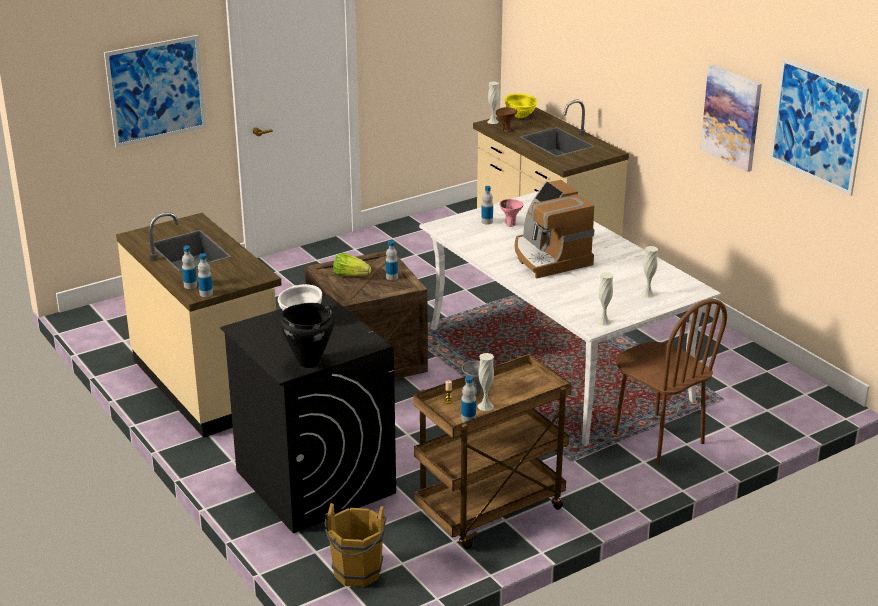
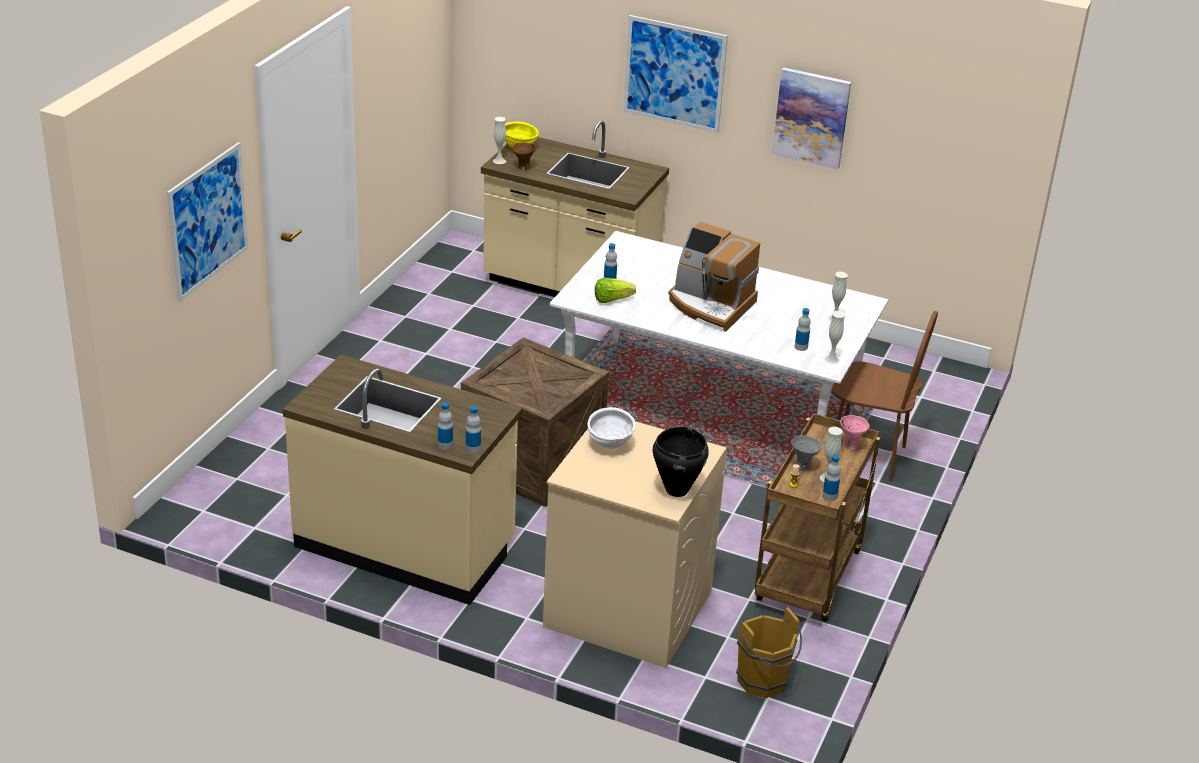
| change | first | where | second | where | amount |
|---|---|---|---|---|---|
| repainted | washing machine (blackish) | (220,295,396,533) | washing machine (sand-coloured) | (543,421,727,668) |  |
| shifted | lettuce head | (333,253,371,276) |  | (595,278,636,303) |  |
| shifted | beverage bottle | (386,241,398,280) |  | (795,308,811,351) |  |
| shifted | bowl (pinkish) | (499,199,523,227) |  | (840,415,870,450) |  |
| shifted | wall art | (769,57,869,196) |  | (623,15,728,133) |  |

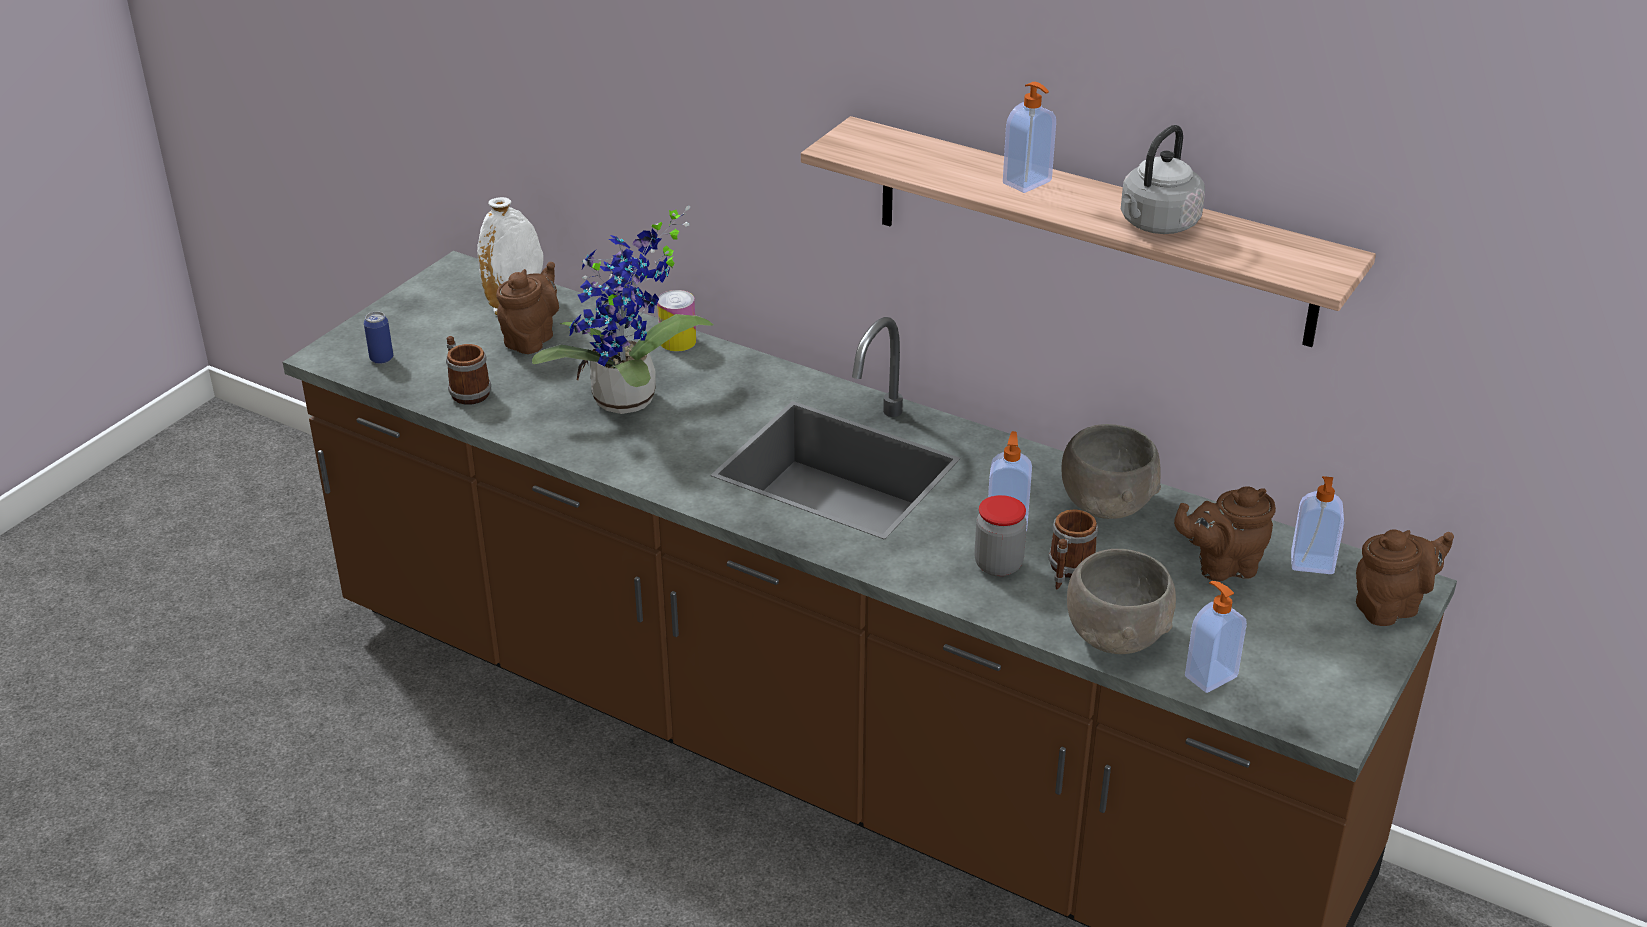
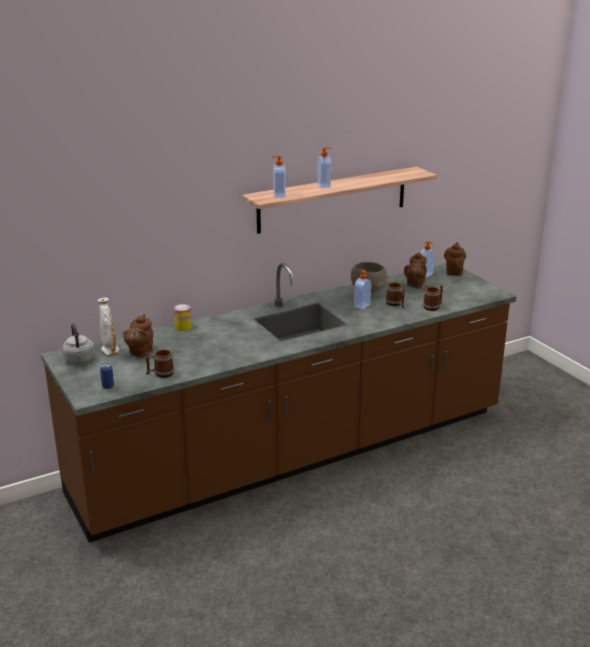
| change | first | where | second | where | amount |
|---|---|---|---|---|---|
| rotated | pot for tea (brownish) | (496,262,559,354) |  | (123,314,153,358) | 120 degrees counterclockwise |
| gone | plant in a pot | (532,205,713,414) |  |  |  |
| gone | storage jar | (974,495,1027,576) |  |  |  |
| swapped | bowl (gray) | (1067,549,1176,654) | mug | (423,285,443,311) |  |
| shifted | kettle (gray) | (1121,125,1205,234) |  | (62,323,95,365) |  |
| shifted | soap dispenser | (1185,581,1247,693) |  | (272,156,286,198) |  |

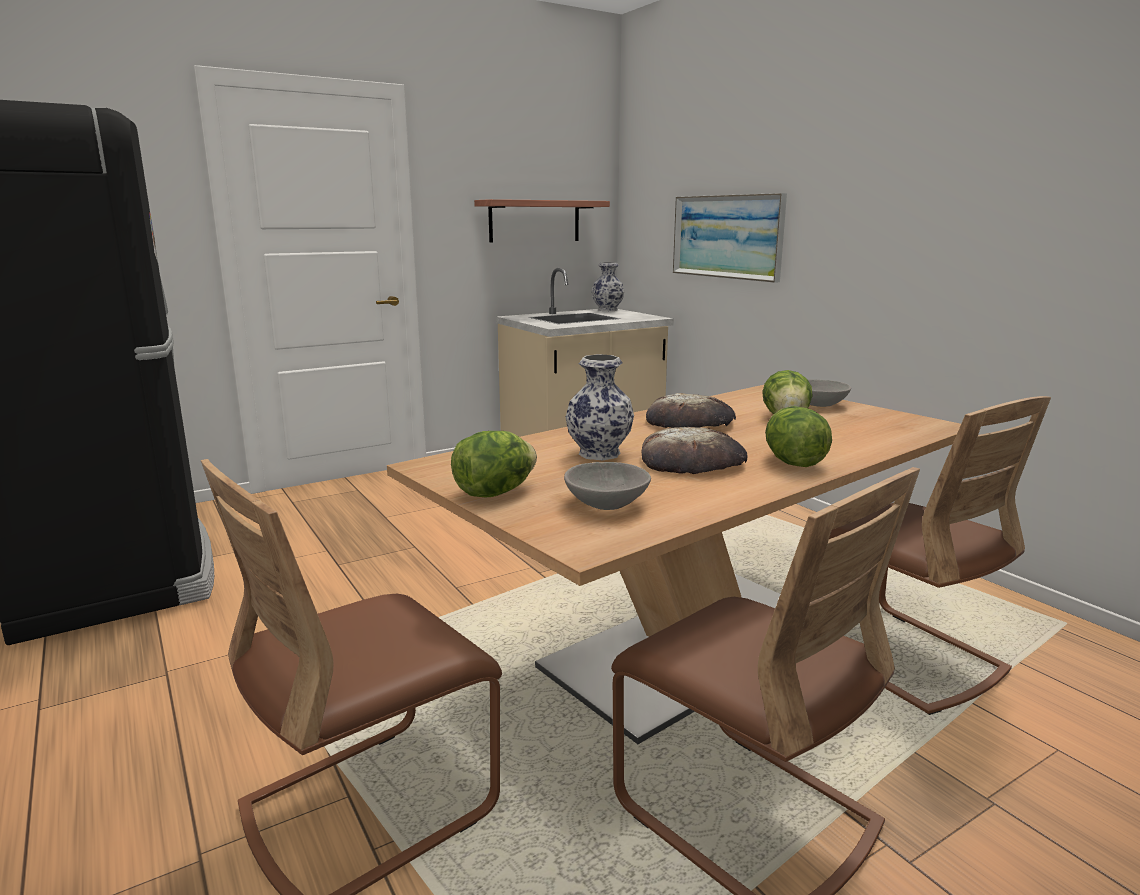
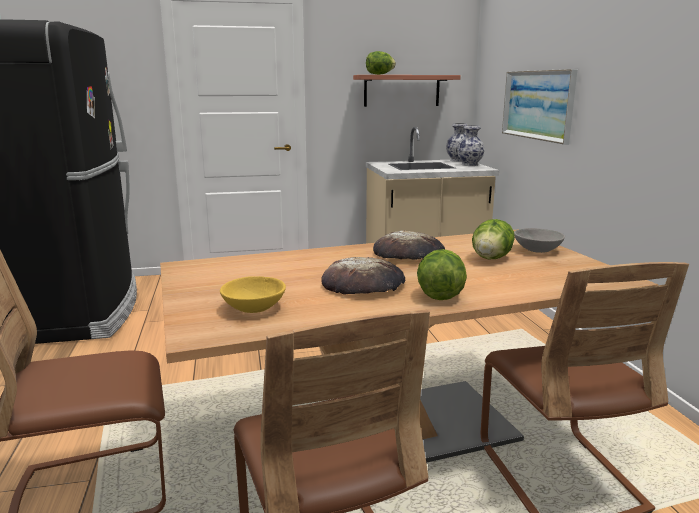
| change | first | where | second | where | amount |
|---|---|---|---|---|---|
| shifted | lettuce head | (451,431,537,497) |  | (366,51,396,75) |  |
| repainted | bowl (gray) | (564,462,651,510) | bowl (yellowish) | (220,276,286,313) |  |
| shifted | flower vase | (565,354,634,460) |  | (457,125,485,166) |  |

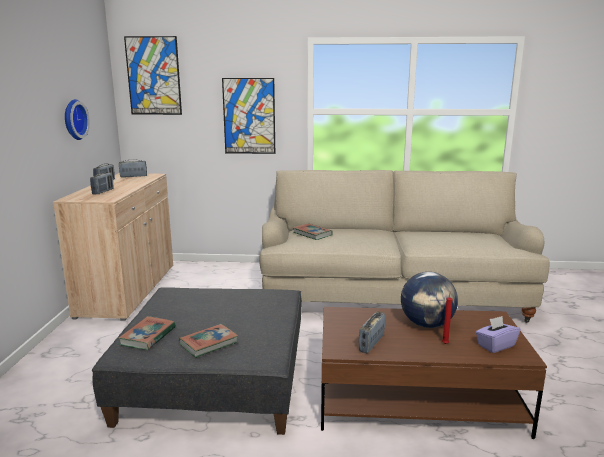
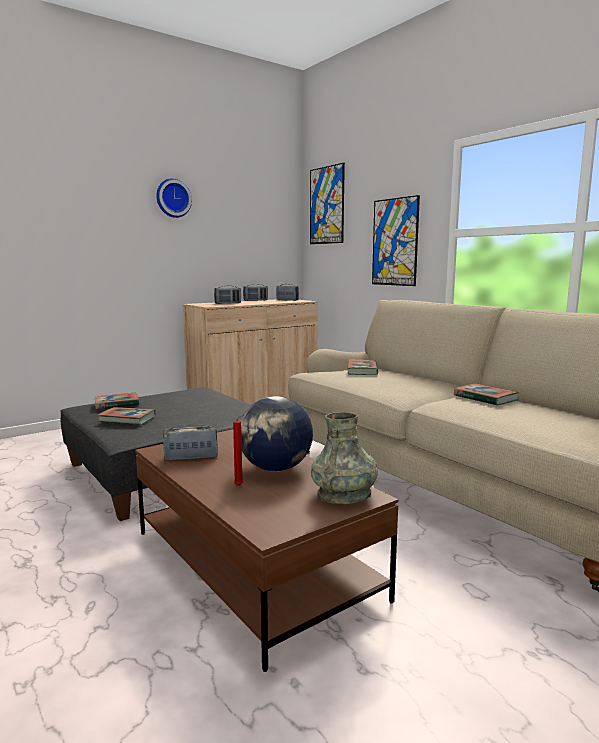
| change | first | where | second | where | amount |
|---|---|---|---|---|---|
| shifted | hanging clock | (65,99,90,140) |  | (156,178,192,218) |  |
| gone | tissue holder (purplish) | (475,316,521,353) |  |  |  |
| new |  |  | flower vase (gray) | (311,412,378,504) |  |
| new |  |  | book | (454,384,519,406) |  |

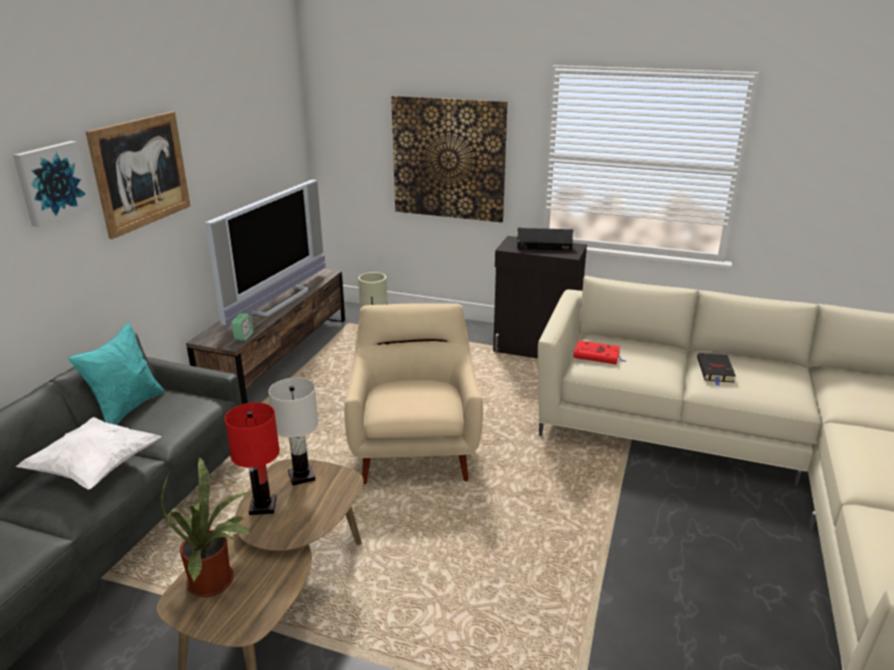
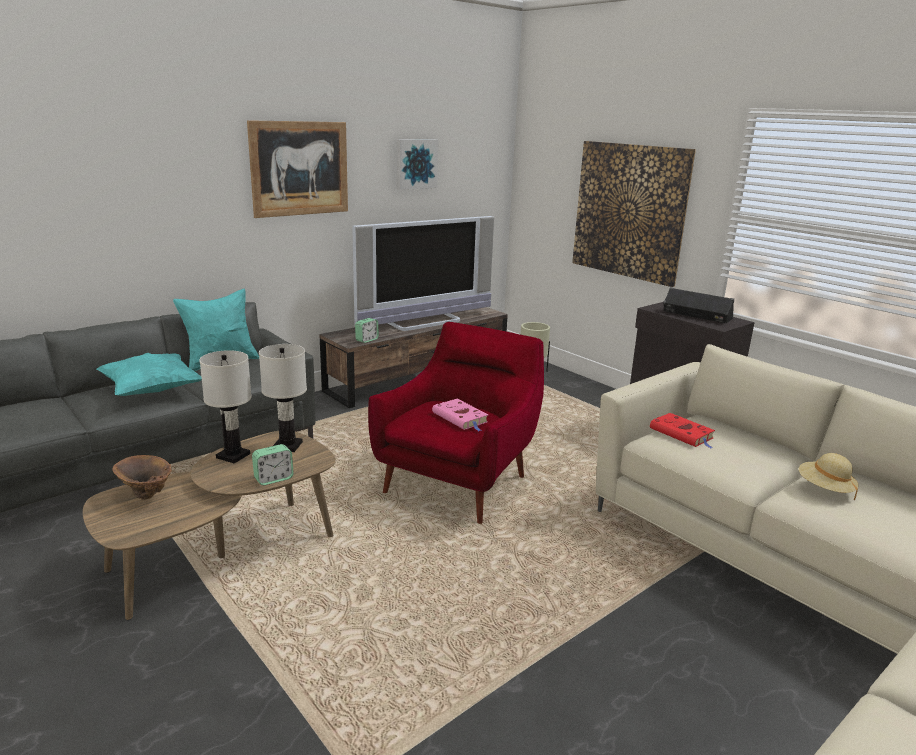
| change | first | where | second | where | amount |
|---|---|---|---|---|---|
| shifted | wall art | (13,141,92,227) |  | (396,139,438,190) |  |
| repainted | throw pillow (whitish) | (16,417,161,489) | throw pillow (turquoise-coloured) | (97,353,202,396) |  |
| swapped | plant in a pot | (161,456,251,597) | flower vase (brownish) | (112,455,172,500) |  |
| repainted | table lamp (red-coloured) | (225,402,280,515) | table lamp (whitish) | (199,350,252,464) |  |
| repainted | lounge chair (sand-coloured) | (344,303,483,485) | lounge chair (red-coloured) | (368,322,544,524) |  |
| swapped | book (blackish) | (697,353,736,386) | hat (sand-coloured) | (799,453,859,500) |  |
| new |  |  | alarm clock | (252,444,294,485) |  |
| new |  |  | book (pinkish) | (432,399,488,431) |  |

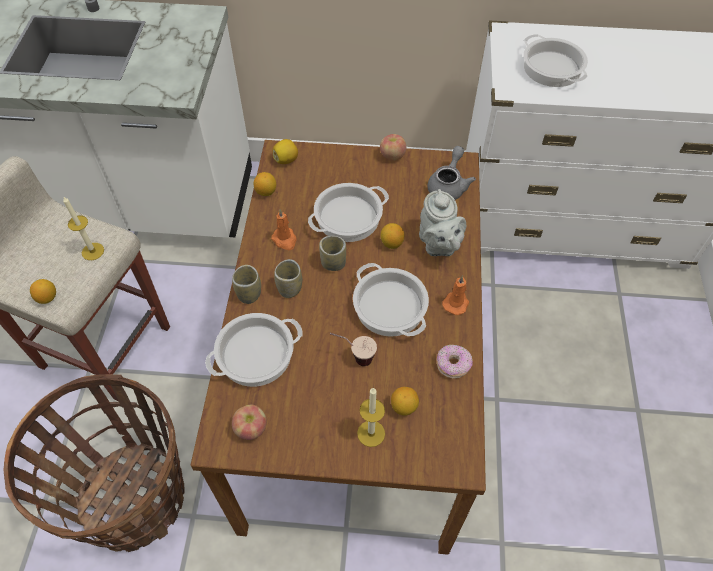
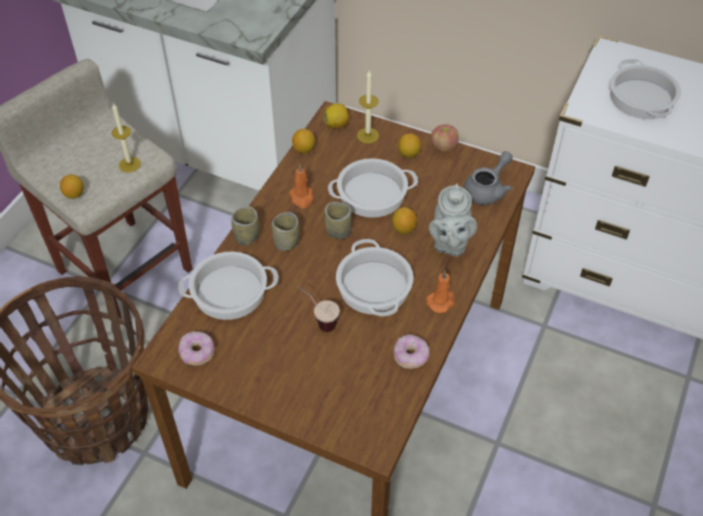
| change | first | where | second | where | amount |
|---|---|---|---|---|---|
| swapped | whole apple | (232,405,267,440) | ring doughnut | (178,331,215,366) |  |
| shifted | candle | (357,387,385,447) |  | (357,70,379,144) |  |
| shifted | whole lemon | (391,387,419,416) |  | (398,133,421,158) |  |

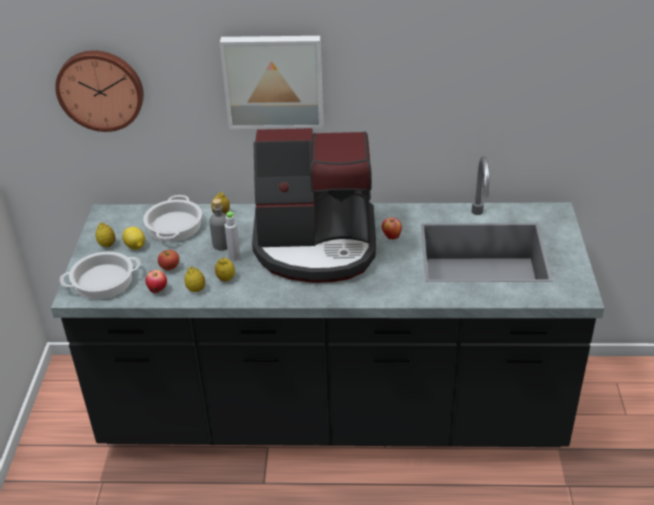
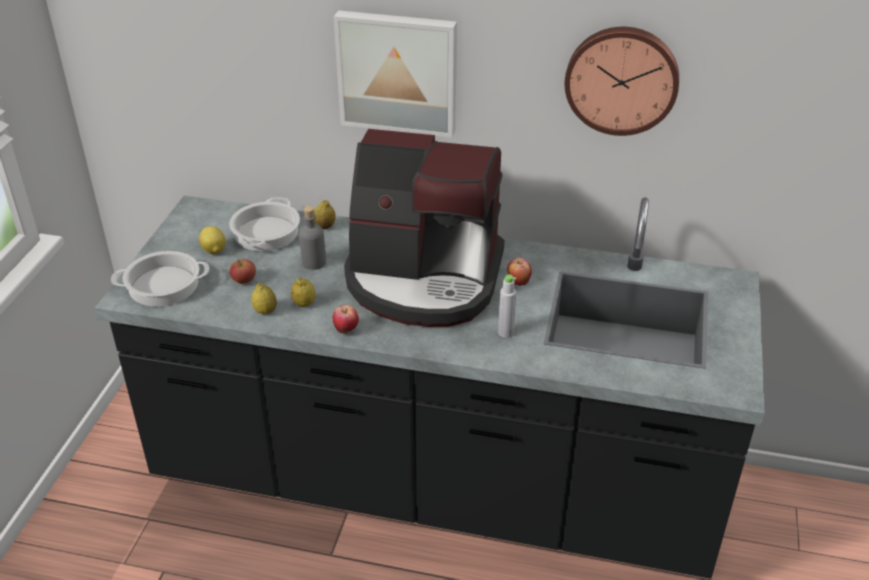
| change | first | where | second | where | amount |
|---|---|---|---|---|---|
| shifted | hanging clock | (55,50,144,132) |  | (565,27,679,136) |  |
| gone | whole lemon | (96,223,116,247) |  |  |  |
| shifted | whole apple | (145,270,167,293) |  | (333,305,359,334) |  |
| shifted | beverage bottle (gray) | (225,212,240,261) |  | (498,275,516,338) |  |

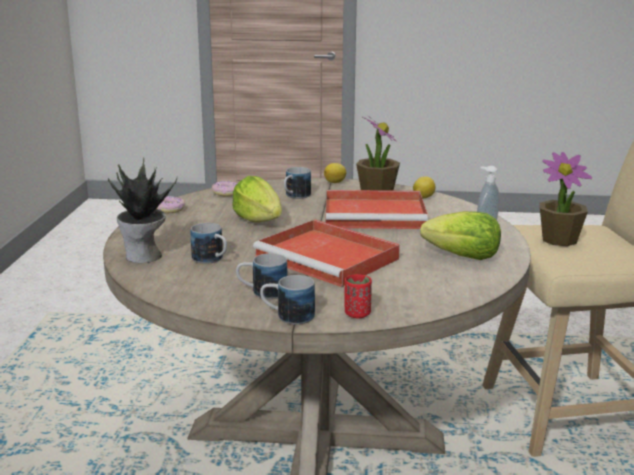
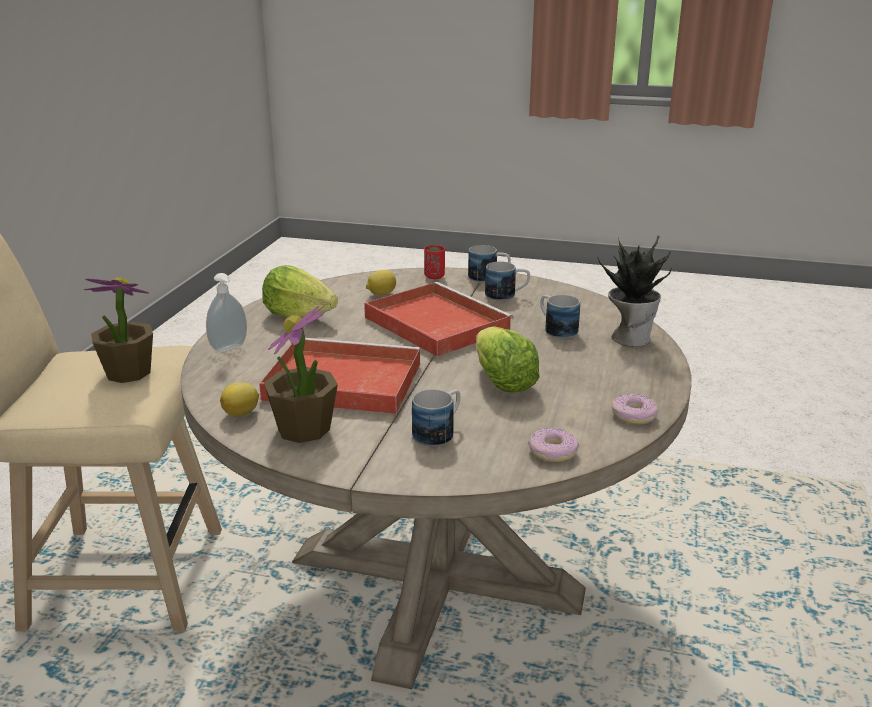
| change | first | where | second | where | amount |
|---|---|---|---|---|---|
| shifted | whole lemon | (324,163,346,183) |  | (366,270,396,295) |  |

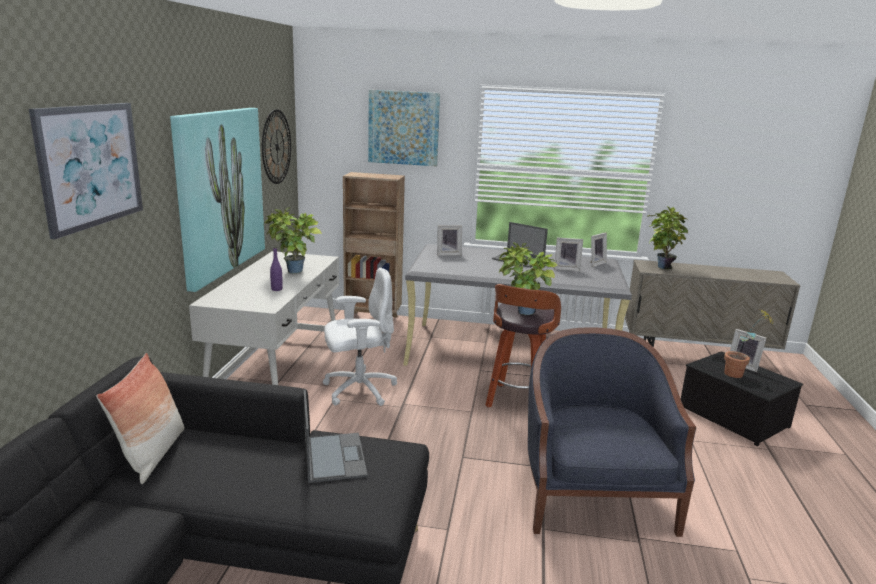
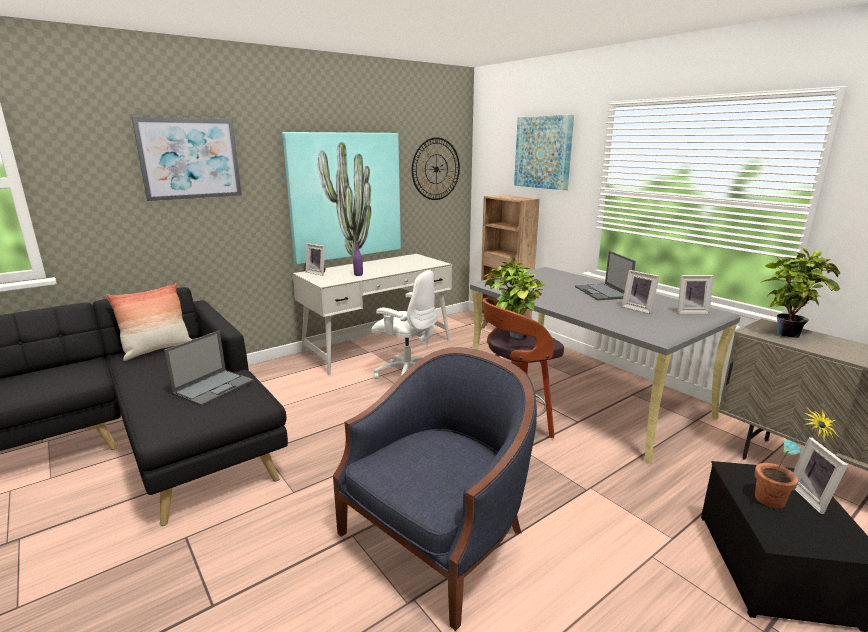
| change | first | where | second | where | amount |
|---|---|---|---|---|---|
| gone | plant in a pot | (263,208,322,274) |  |  |  |
| shifted | standing frame | (437,225,462,256) |  | (306,243,326,276) |  |

